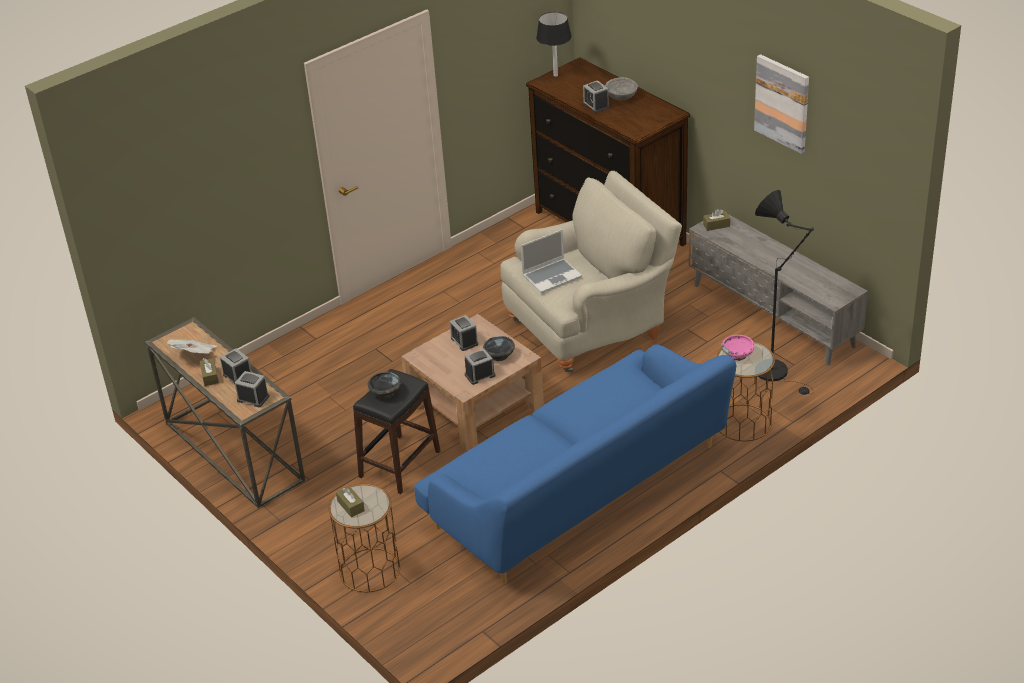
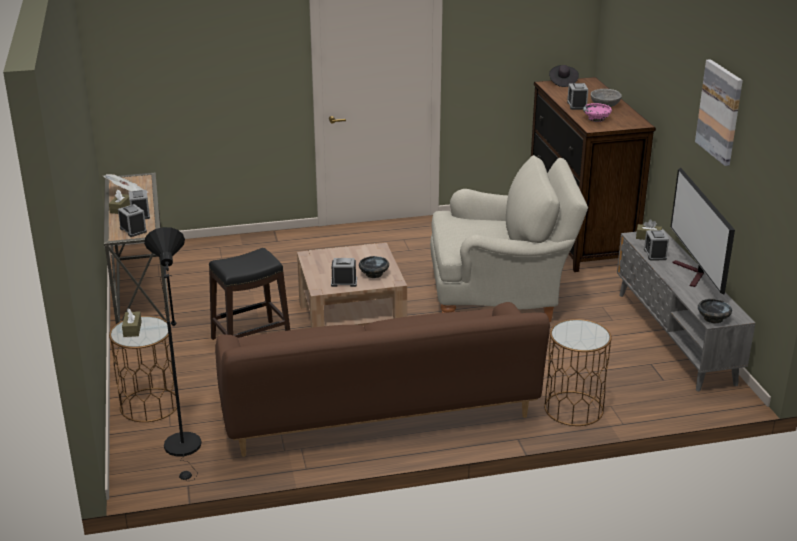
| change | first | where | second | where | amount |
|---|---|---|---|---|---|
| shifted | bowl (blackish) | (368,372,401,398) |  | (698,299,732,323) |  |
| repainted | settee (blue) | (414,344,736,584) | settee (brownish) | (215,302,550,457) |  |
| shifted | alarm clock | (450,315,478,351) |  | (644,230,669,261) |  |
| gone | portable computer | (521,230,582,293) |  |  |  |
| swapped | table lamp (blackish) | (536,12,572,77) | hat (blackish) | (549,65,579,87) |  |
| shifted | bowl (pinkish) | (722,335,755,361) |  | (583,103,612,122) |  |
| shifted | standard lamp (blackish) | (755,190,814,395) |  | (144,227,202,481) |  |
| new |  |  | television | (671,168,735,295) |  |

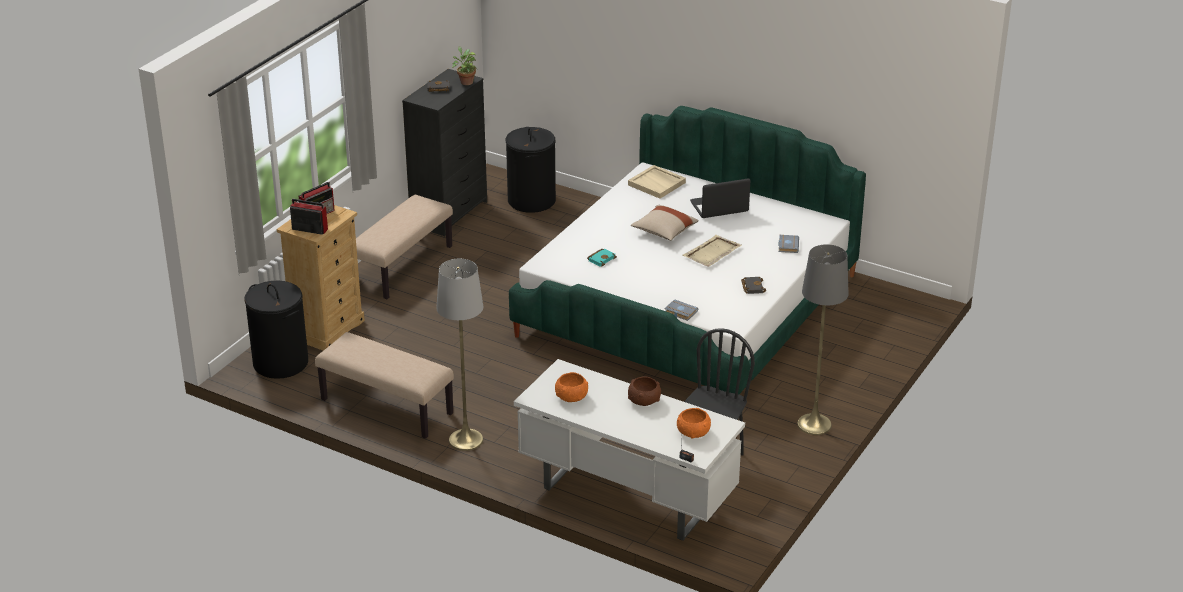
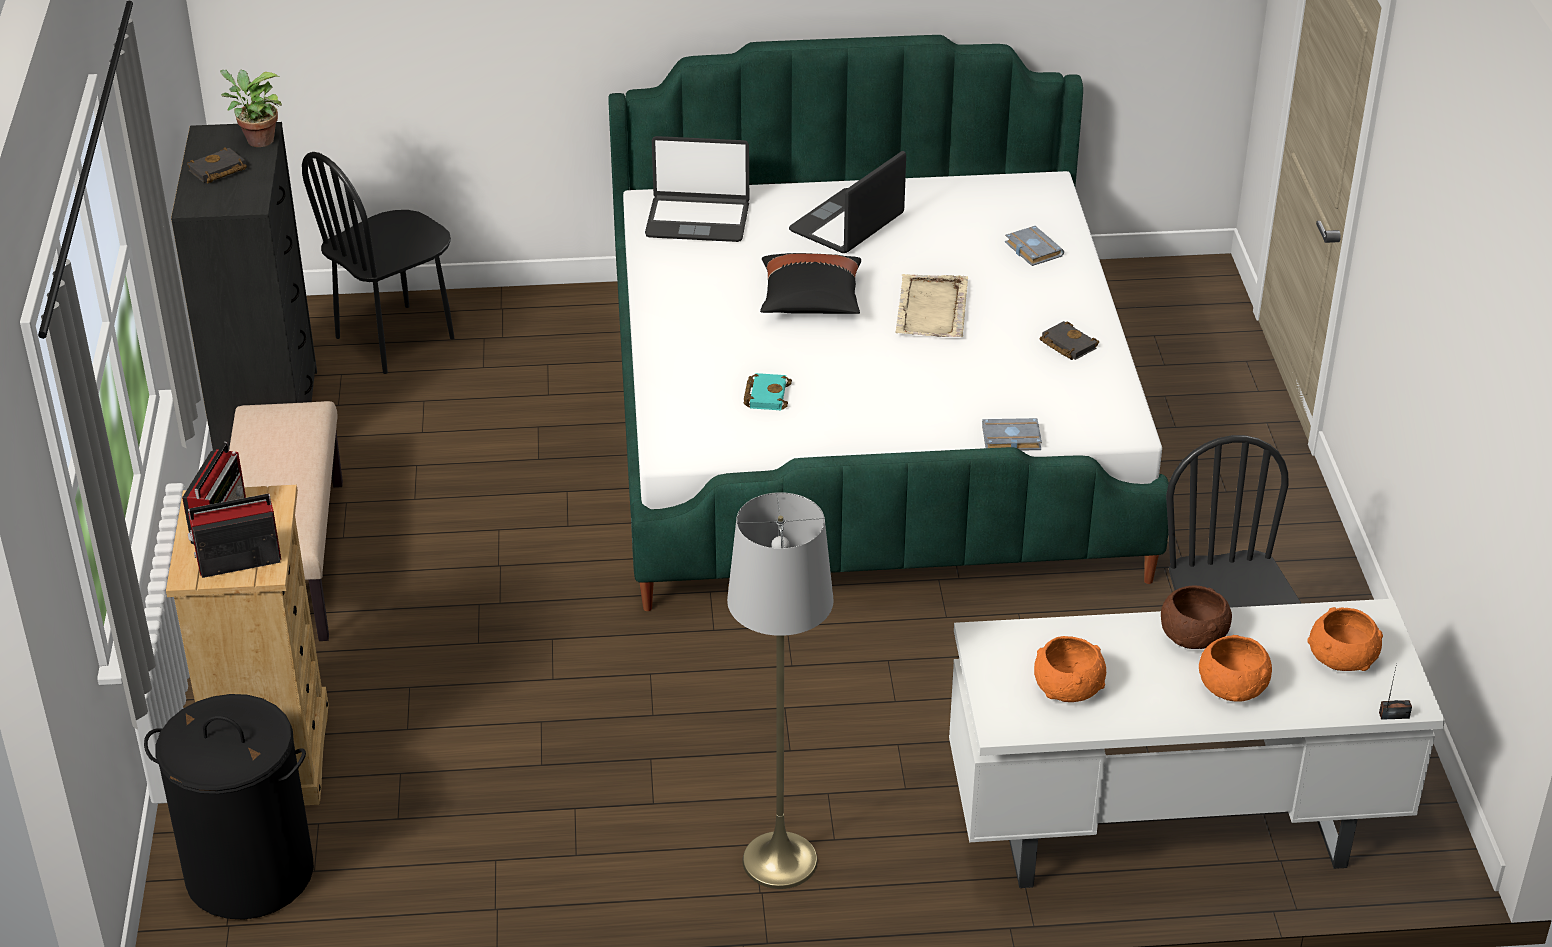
| change | first | where | second | where | amount |
|---|---|---|---|---|---|
| gone | long seat (sand-coloured) | (315,332,454,439) |  |  |  |
| swapped | washing basket (blackish) | (505,127,556,213) | chair (blackish) | (302,152,454,374) |  |
| swapped | carrying tray (sand-coloured) | (628,165,686,199) | portable computer | (645,136,749,242) |  |
| repainted | throw pillow (sand-coloured) | (631,205,699,241) | throw pillow (blackish) | (760,253,861,314) |  |
| gone | standard lamp (gray) | (797,244,848,435) |  |  |  |
| new |  |  | bowl (orange) | (1199,635,1272,702) |  |

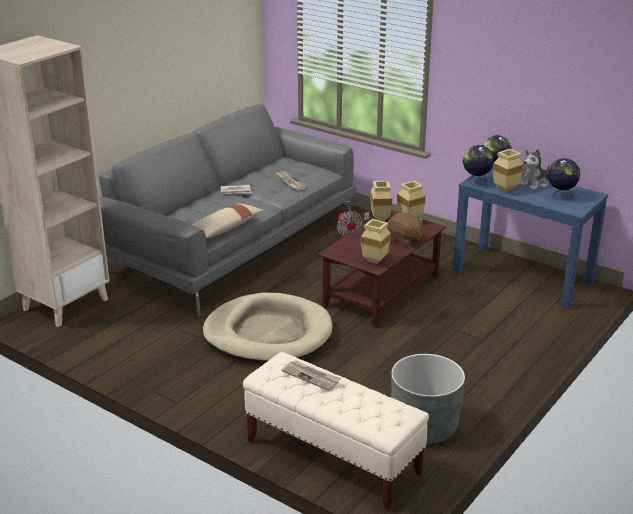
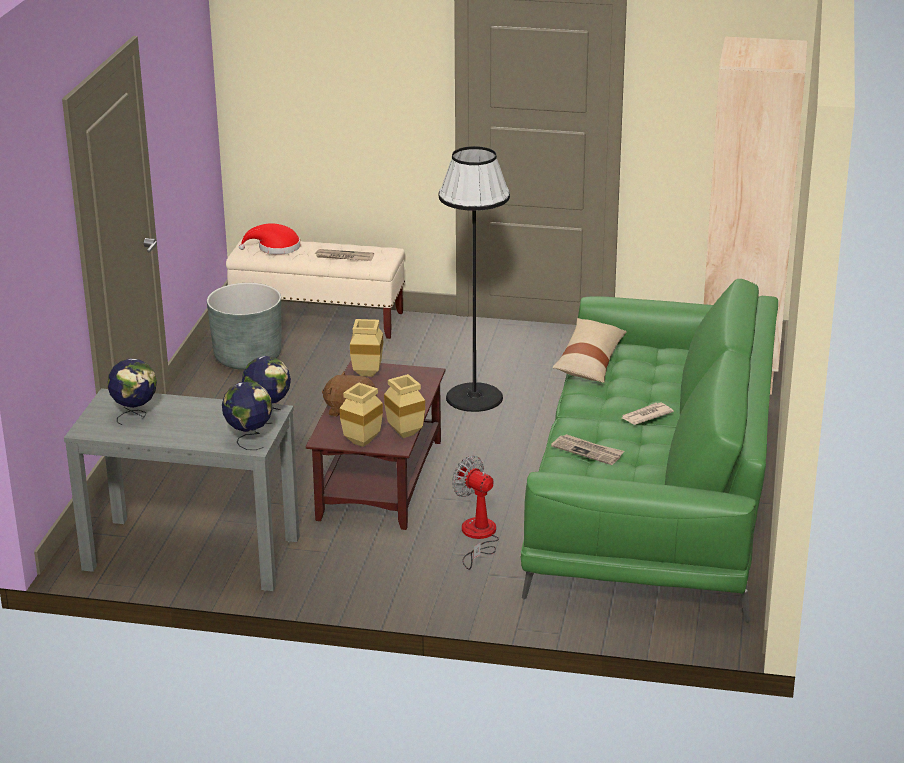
| change | first | where | second | where | amount |
|---|---|---|---|---|---|
| repainted | settee (gray) | (99,104,357,317) | settee (greenish) | (521,279,778,623) |  |
| swapped | dog bed (sand-coloured) | (203,293,333,364) | standard lamp (blackish) | (439,146,510,412) |  |
| repainted | narrow table (blue) | (453,168,608,309) | narrow table (gray) | (64,388,300,591) |  |
| gone | flower vase (sand-coloured) | (493,149,524,192) |  |  |  |
| gone | cuddly toy | (519,149,549,190) |  |  |  |
| new |  |  | hat (red-coloured) | (239,223,300,255) |  |

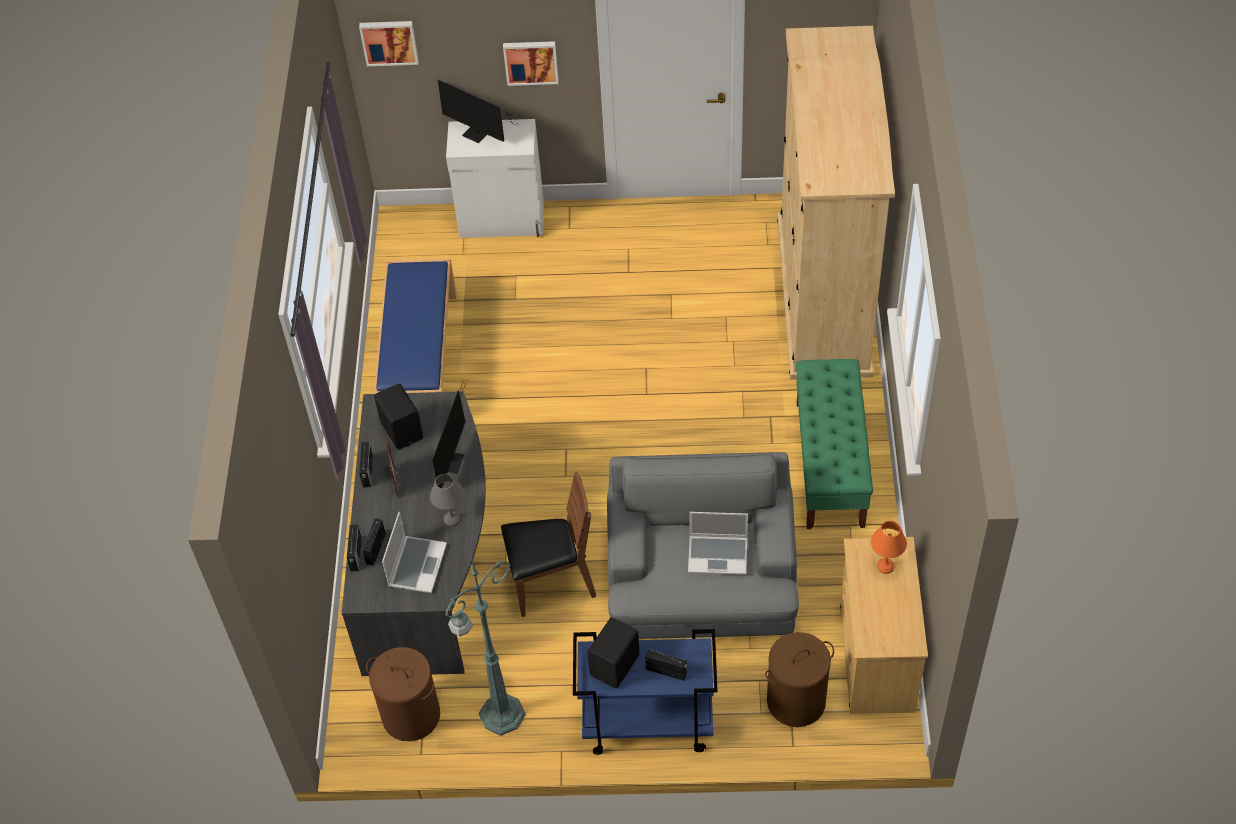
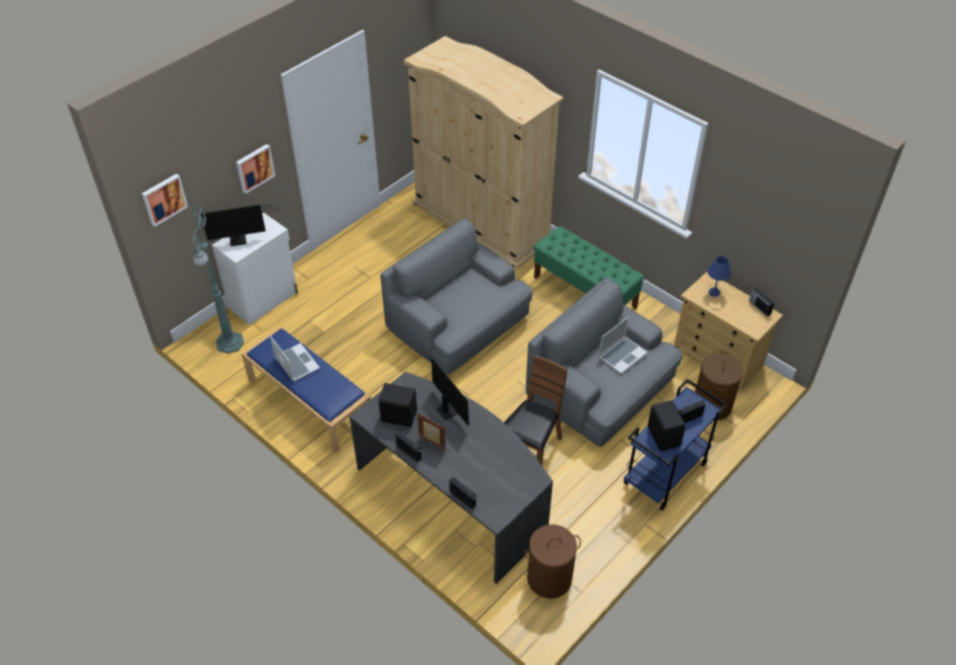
| change | first | where | second | where | amount |
|---|---|---|---|---|---|
| shifted | radio set | (362,518,386,566) |  | (749,287,775,317) |  |
| shifted | portable computer | (382,512,447,593) |  | (270,336,320,382) |  |
| gone | table lamp (gray) | (430,474,465,526) |  |  |  |
| shifted | standard lamp (greenish) | (445,555,526,736) |  | (191,201,244,353) |  |
| repainted | table lamp (orange) | (871,521,907,574) | table lamp (blue) | (707,256,731,297) |  |
| new |  |  | lounge chair (gray) | (380,218,532,375) |  |

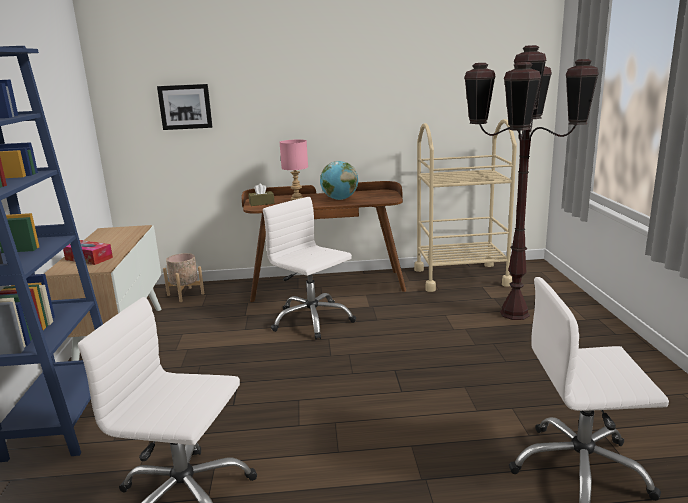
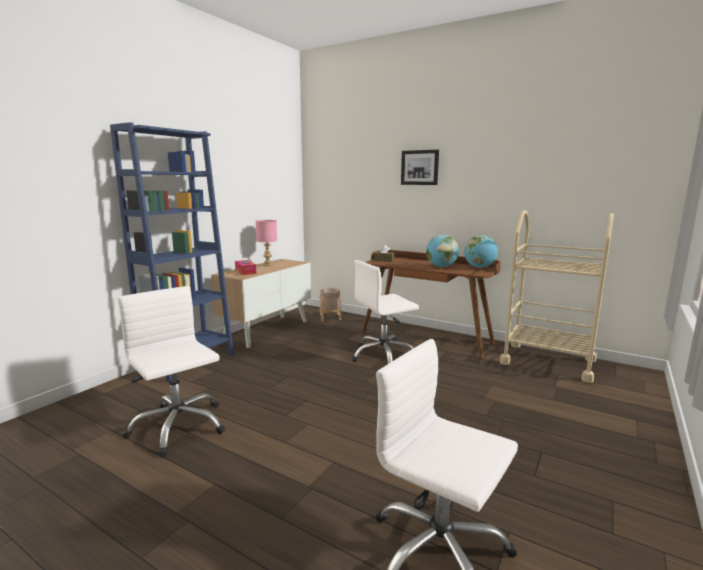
| change | first | where | second | where | amount |
|---|---|---|---|---|---|
| shifted | wall art | (157,84,213,130) |  | (401,150,439,185) |  |
| rotated | desk chair (whitish) | (263,197,356,340) |  | (351,260,419,364) | 105 degrees counterclockwise |
| shifted | table lamp (pinkish) | (280,139,308,200) |  | (256,220,277,266) |  |
| gone | standard lamp (brownish) | (464,45,599,320) |  |  |  |
| new |  |  | globe | (464,235,498,268) |  |

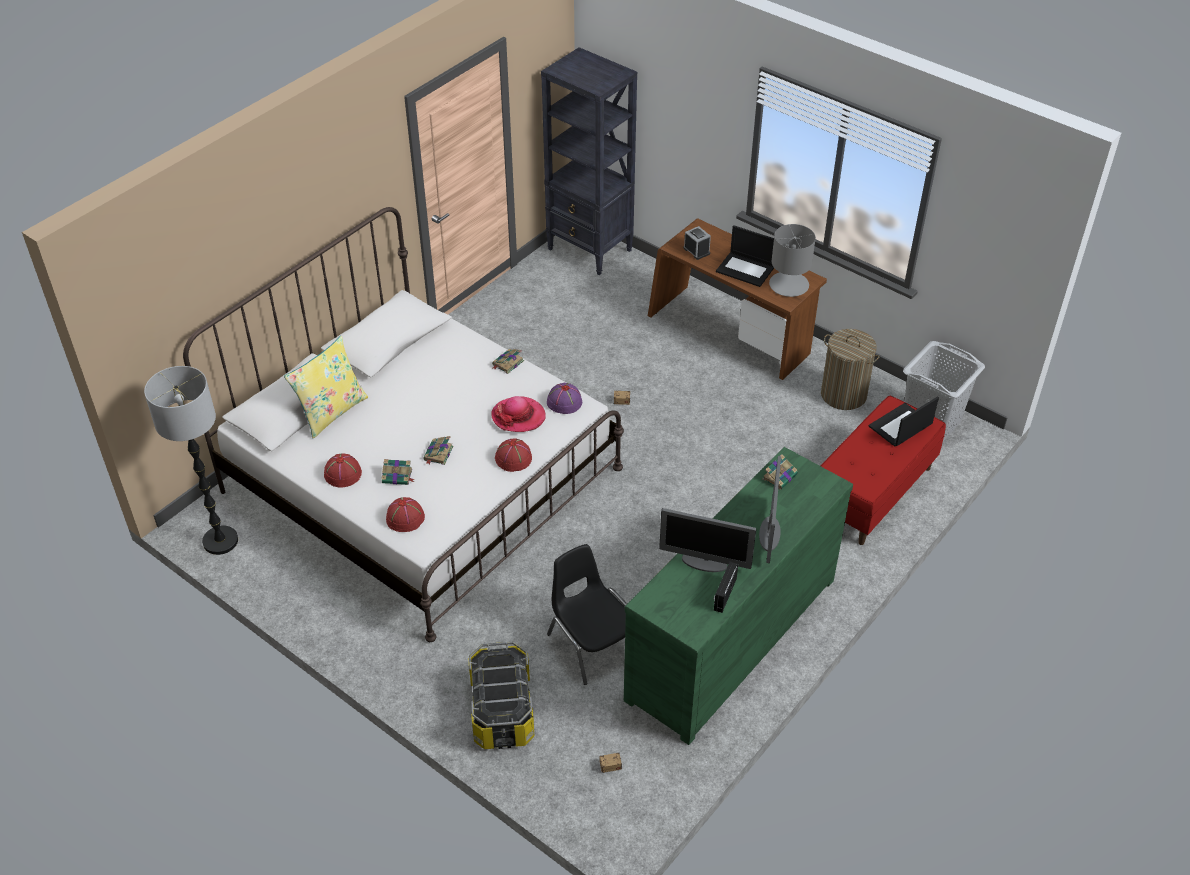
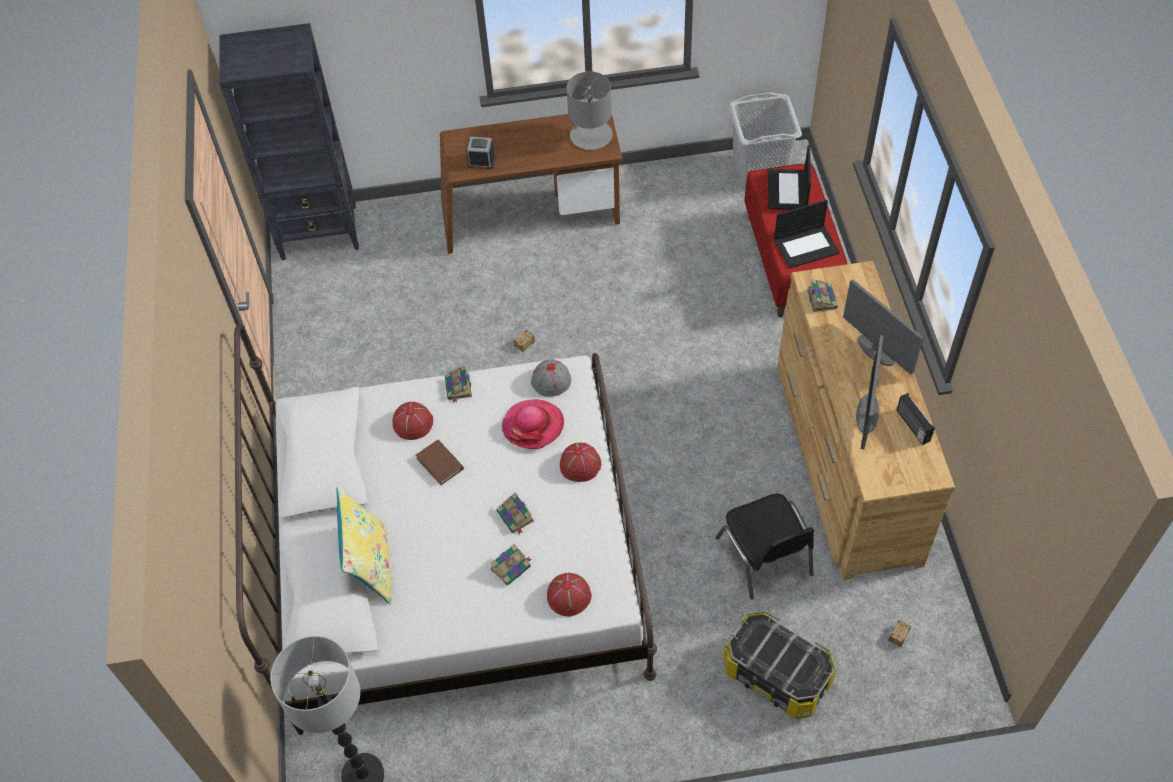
| change | first | where | second | where | amount |
|---|---|---|---|---|---|
| shifted | hat (red-coloured) | (324,453,362,488) |  | (392,402,433,440) |  |
| repainted | hat (purplish) | (547,383,582,414) | hat (gray) | (531,359,571,397) |  |
| rotated | chair (blackish) | (547,544,627,685) |  | (716,493,814,600) | 120 degrees counterclockwise |
| repainted | chest of drawers (greenish) | (624,447,853,745) | chest of drawers (brownish) | (777,261,955,580) |  |
| rotated | computer screen | (659,508,756,572) |  | (856,335,884,449) | 135 degrees clockwise |
| shifted | portable computer | (716,225,774,287) |  | (774,200,840,269) |  |
| gone | washing basket | (821,329,879,410) |  |  |  |
| new |  |  | book (brownish) | (416,440,464,485) |  |

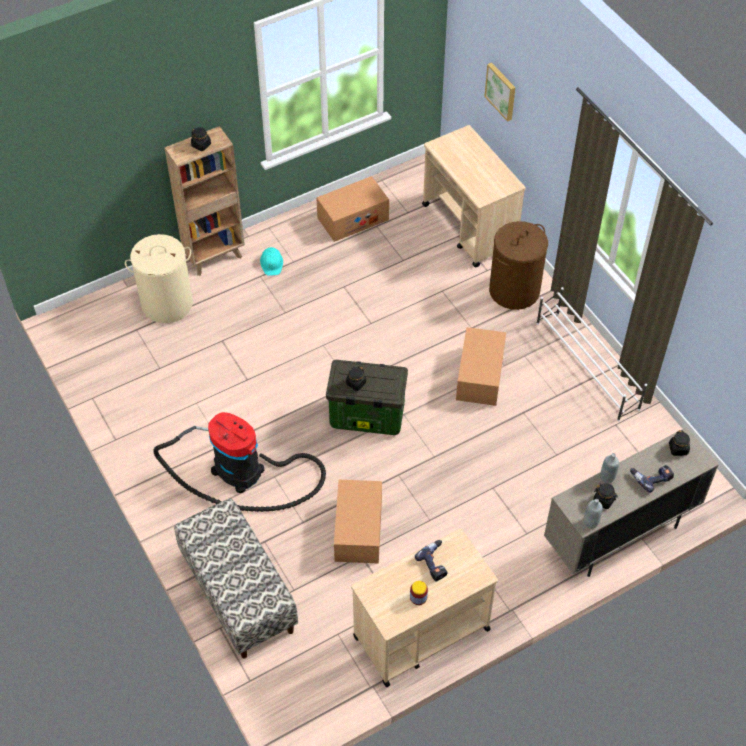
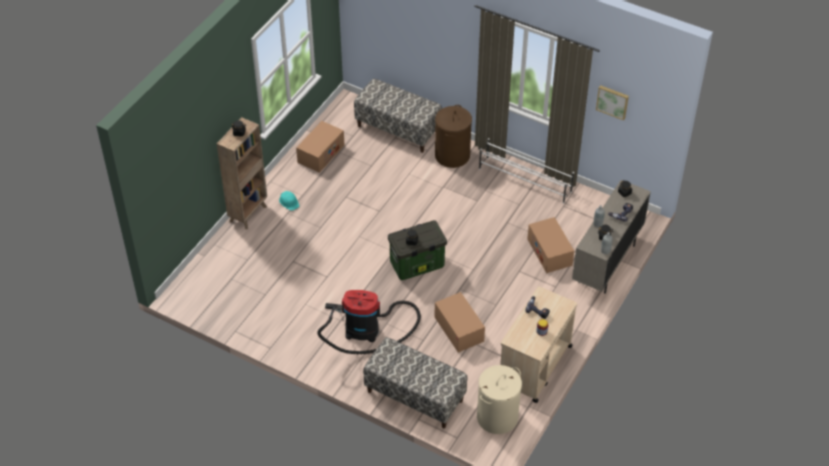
| change | first | where | second | where | amount |
|---|---|---|---|---|---|
| shifted | washing basket (sand-coloured) | (125,234,193,323) |  | (477,365,522,434) |  |
| swapped | wheeled cart (sand-coloured) | (422,125,526,268) | long seat | (354,78,442,153) |  |
| shifted | cardboard box | (456,327,506,406) |  | (527,217,574,273) |  |
| shifted | wall art | (484,63,515,122) |  | (596,85,629,121) |  |

